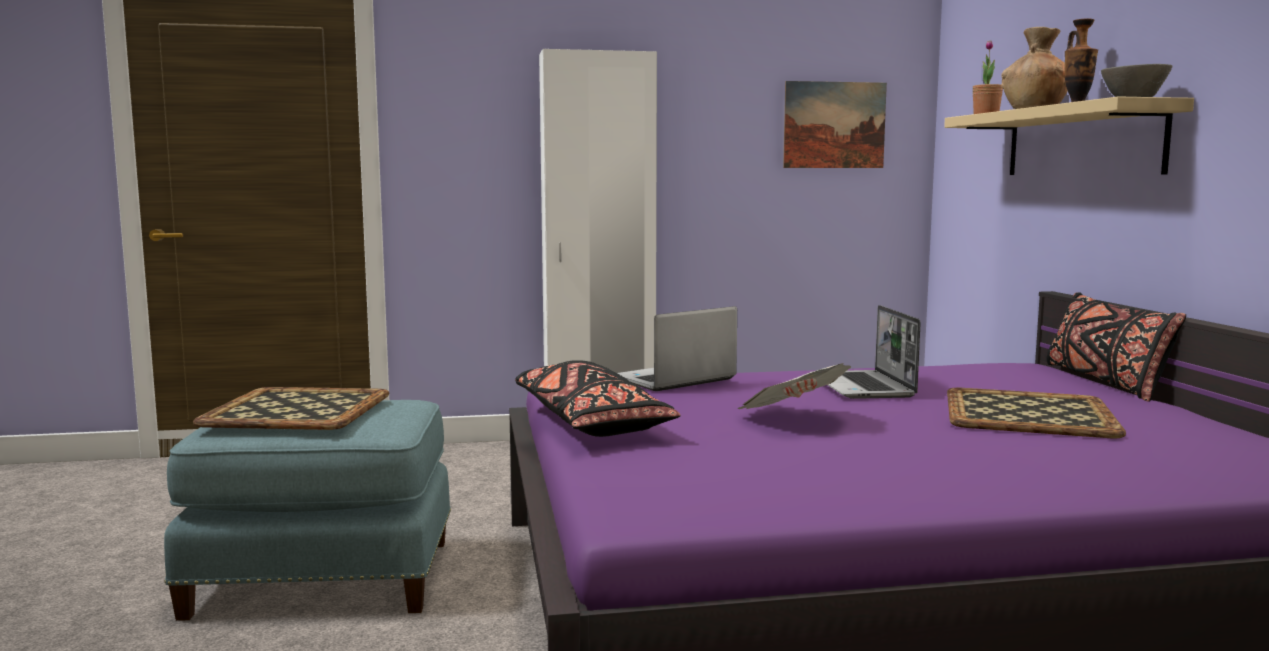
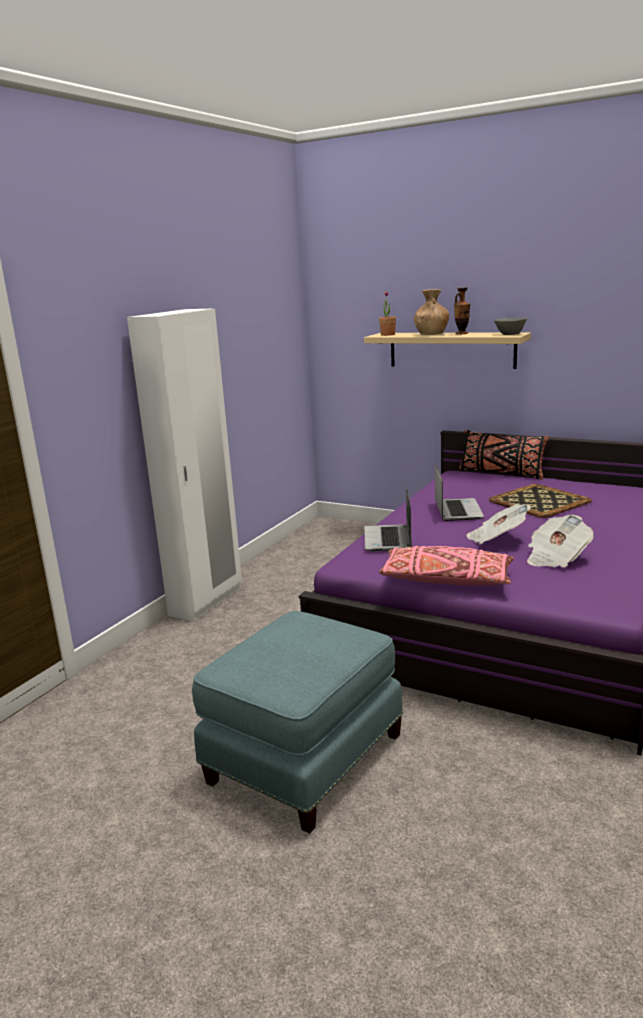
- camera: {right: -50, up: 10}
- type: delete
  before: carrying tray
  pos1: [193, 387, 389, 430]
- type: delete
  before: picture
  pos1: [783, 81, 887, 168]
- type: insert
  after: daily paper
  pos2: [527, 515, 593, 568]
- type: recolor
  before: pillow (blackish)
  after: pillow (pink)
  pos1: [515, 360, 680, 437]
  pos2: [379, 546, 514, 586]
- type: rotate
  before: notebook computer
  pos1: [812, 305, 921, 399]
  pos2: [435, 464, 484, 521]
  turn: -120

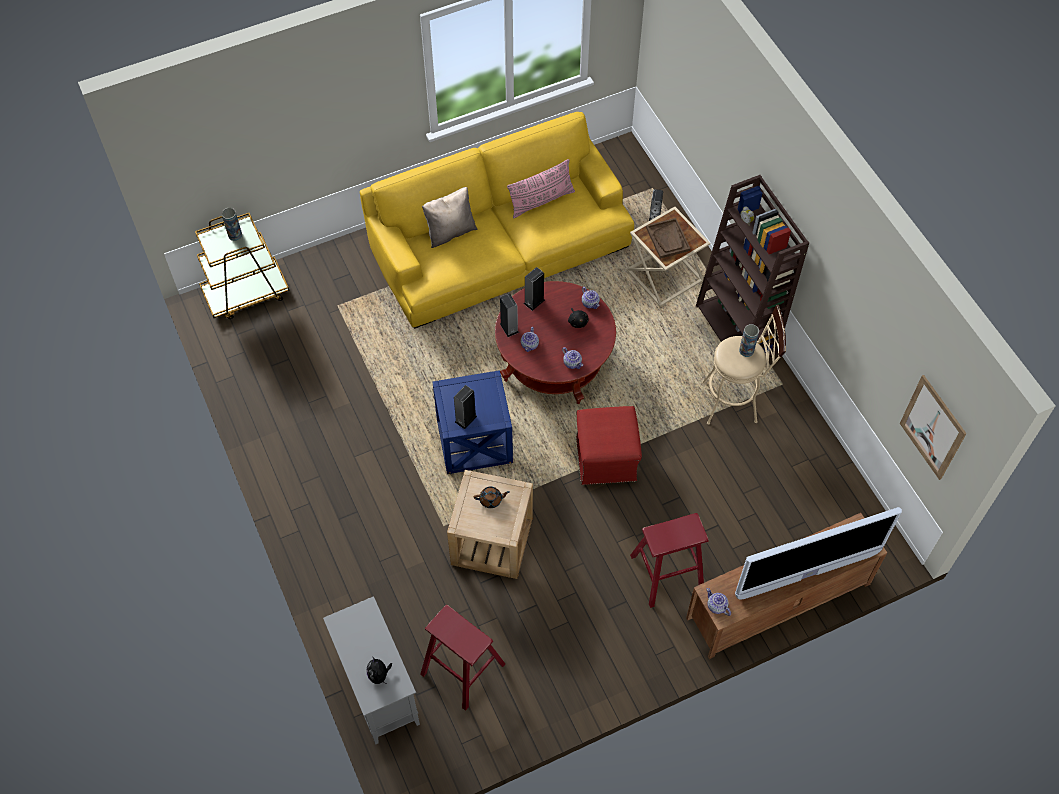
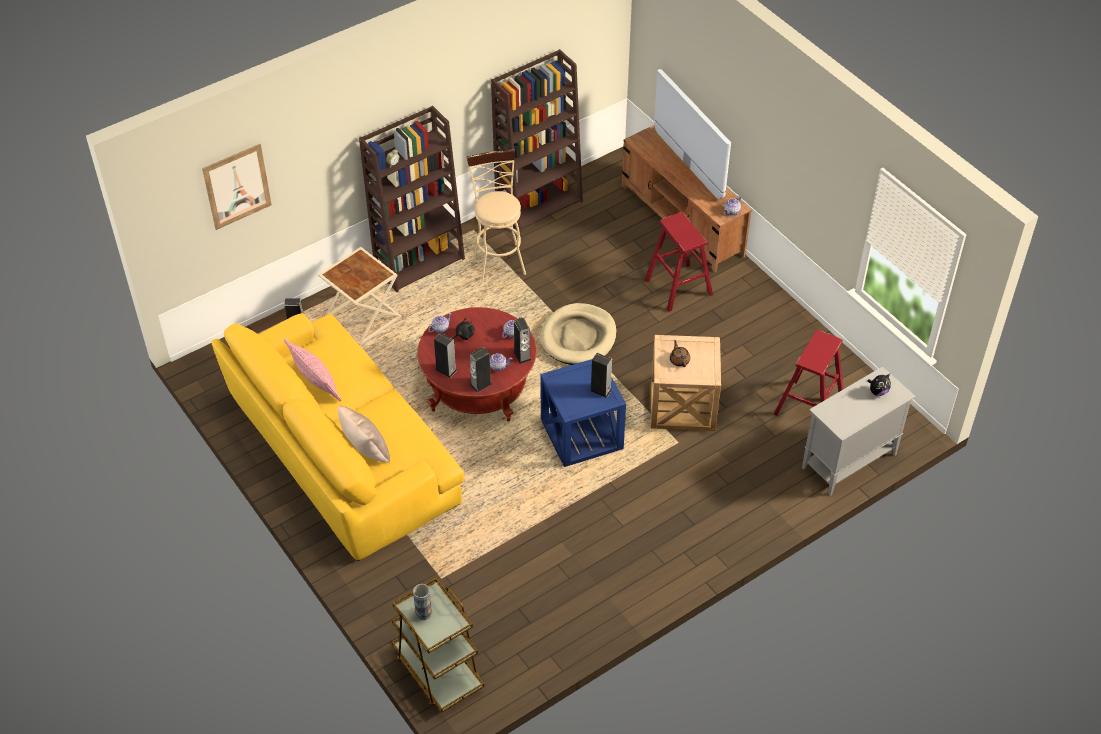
- camera: {right: -100, up: -10}
- type: delete
  before: carrying tray (brown-coloured)
  pos1: [646, 218, 691, 259]
- type: delete
  before: decorative vase
  pos1: [739, 324, 759, 357]
- type: insert
  after: bookshelf (brown-coloured)
  pos2: [491, 49, 583, 232]
- type: insert
  after: loudspeaker
  pos2: [513, 318, 531, 364]
- type: move
  before: picture
  pos1: [900, 375, 967, 480]
  pos2: [202, 144, 272, 230]
- type: replace
  before: footrest (red-coloured)
  after: pet bed (beige-coloured)
  pos1: [576, 406, 642, 485]
  pos2: [540, 303, 616, 365]

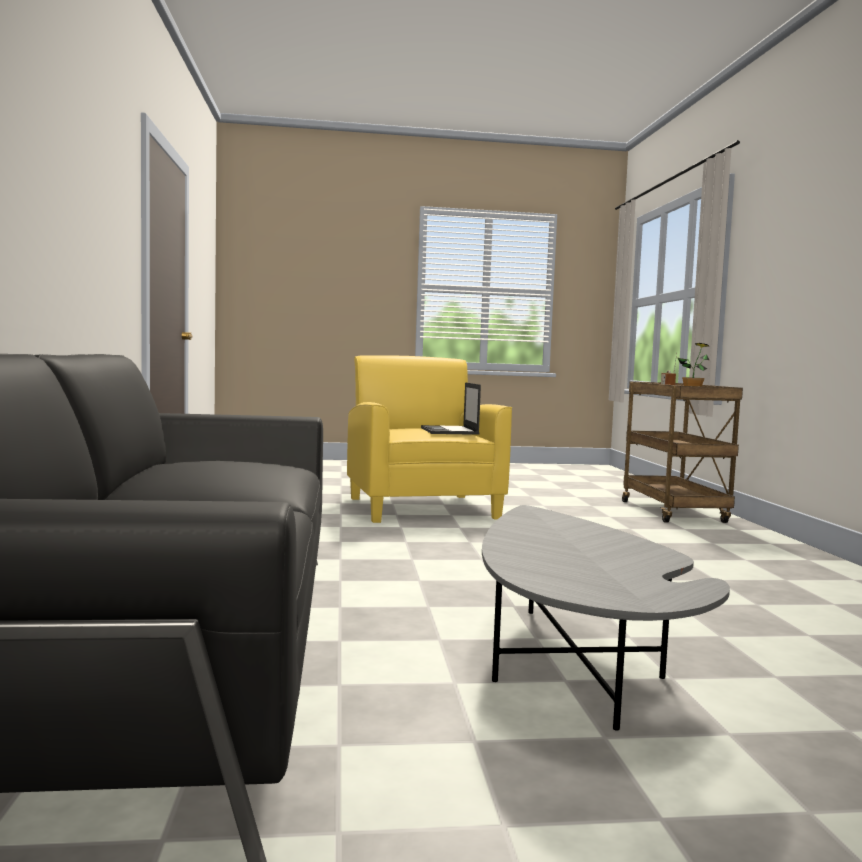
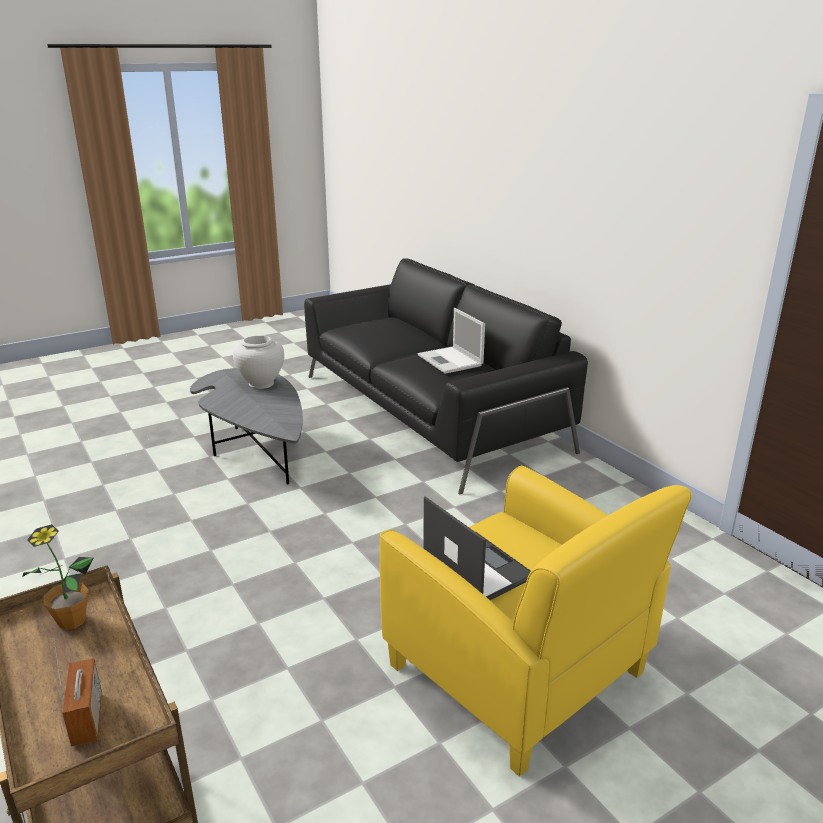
- camera: {right: 155, up: 20}
- type: insert
  after: decorative vase (white-coloured)
  pos2: [233, 335, 284, 389]
- type: insert
  after: notebook computer
  pos2: [418, 308, 485, 374]

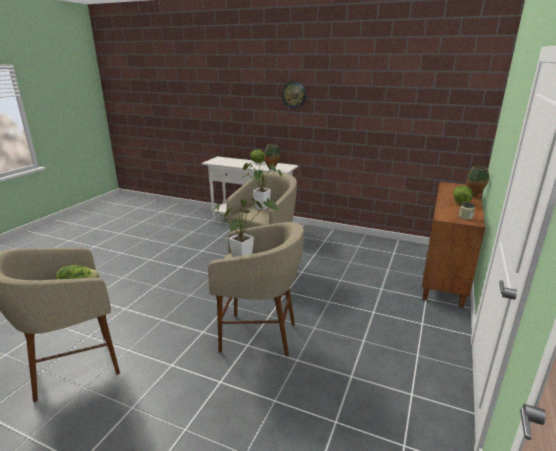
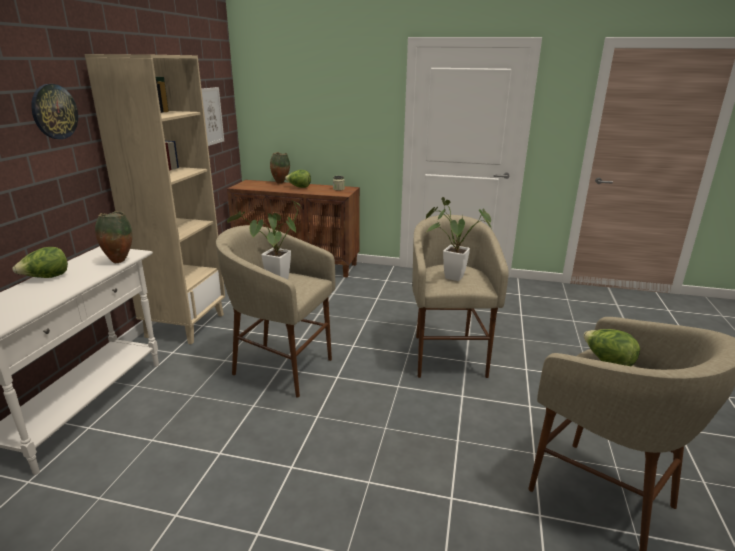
- camera: {right: -100, up: 0}
- type: insert
  after: bookshelf (beige-coloured)
  pos2: [84, 54, 225, 344]
- type: insert
  after: picture
  pos2: [202, 87, 224, 146]

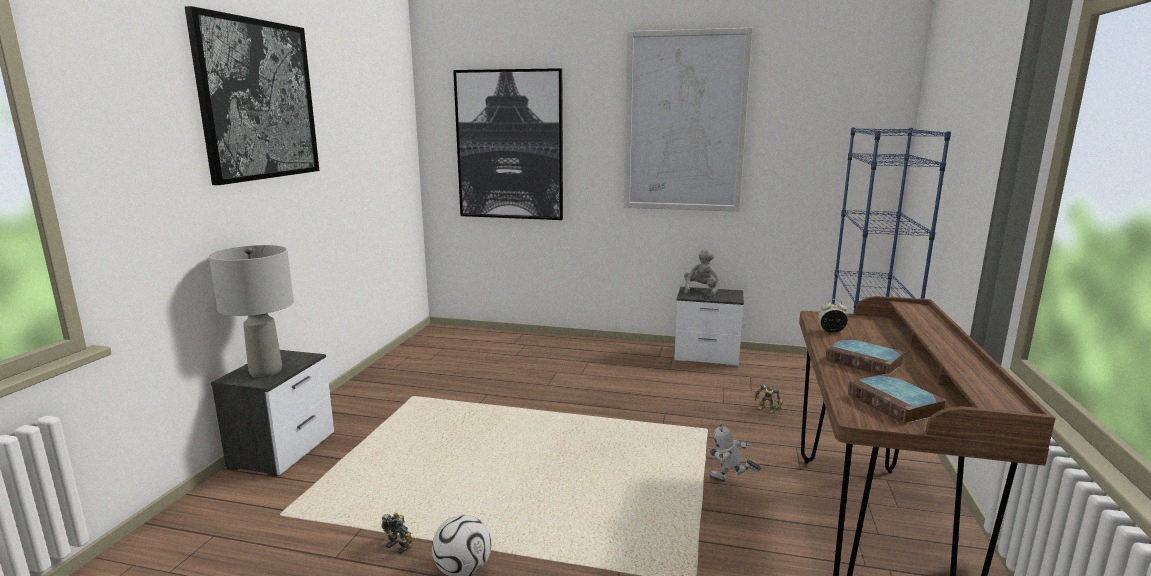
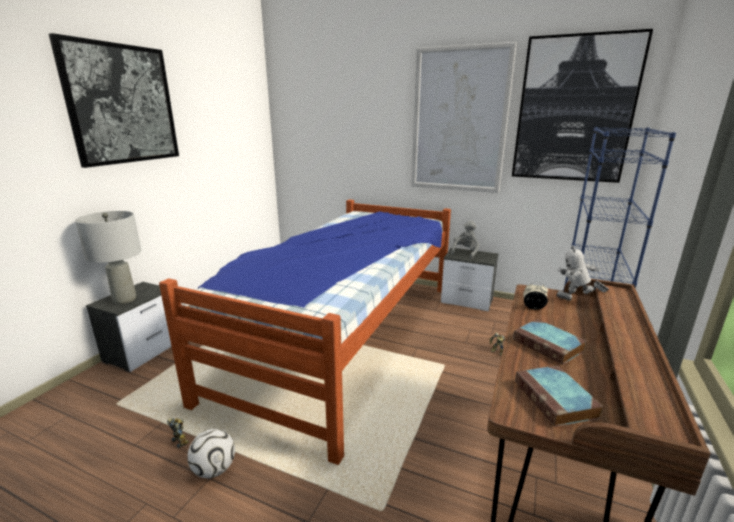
- camera: {right: 10, up: 5}
- type: insert
  after: sleeping bed
  pos2: [159, 199, 451, 465]
- type: move
  before: picture
  pos1: [453, 68, 563, 220]
  pos2: [512, 29, 653, 183]
- type: move
  before: toy robot
  pos1: [707, 422, 761, 482]
  pos2: [556, 245, 609, 301]

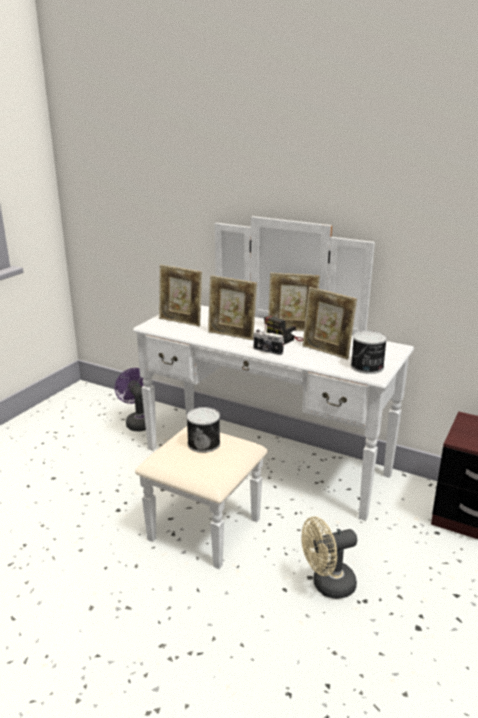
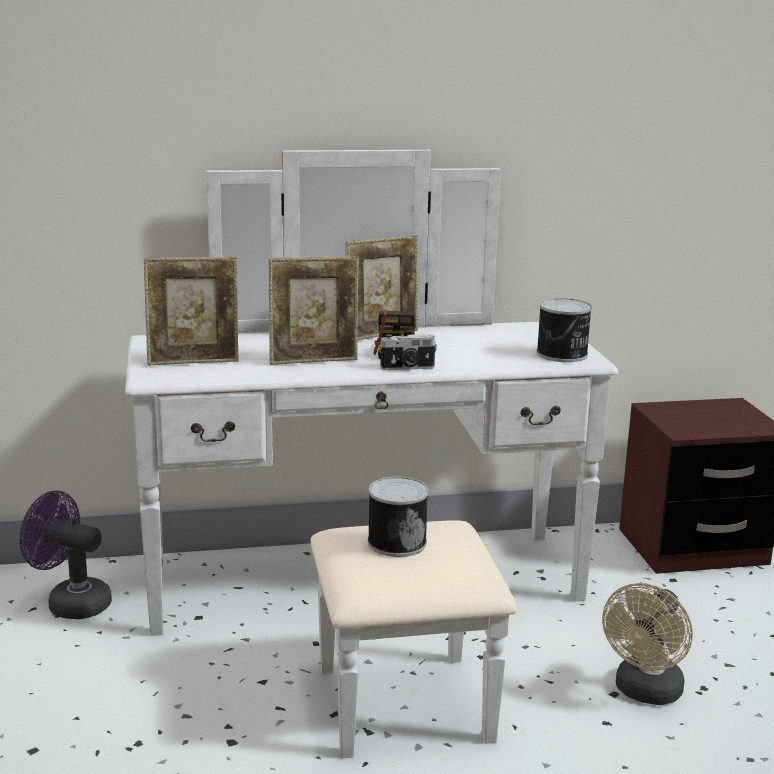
- camera: {right: -40, up: -5}
- type: delete
  before: picture frame
  pos1: [302, 287, 357, 360]

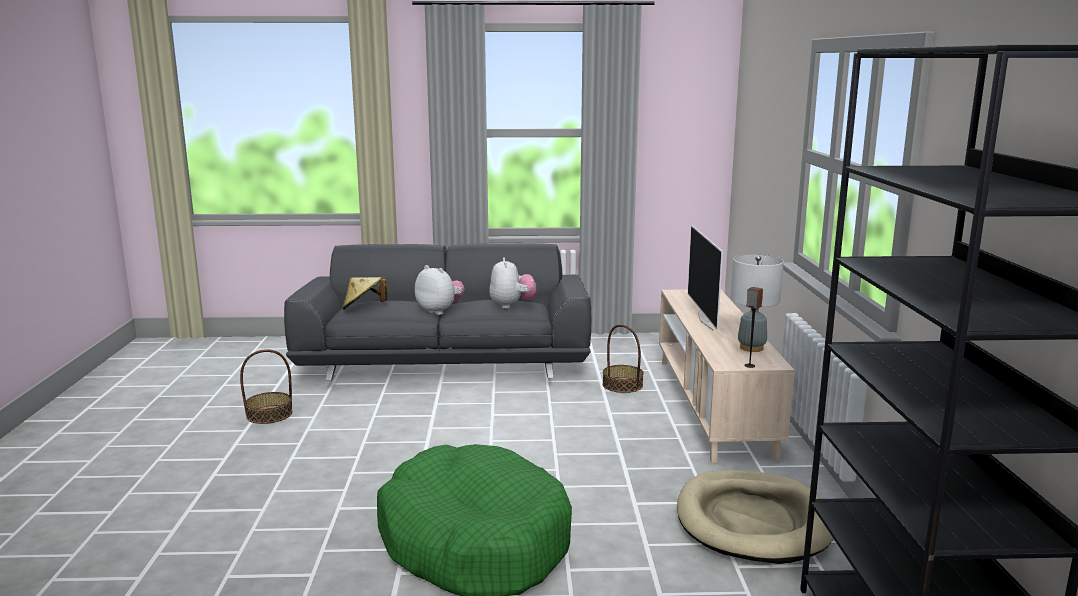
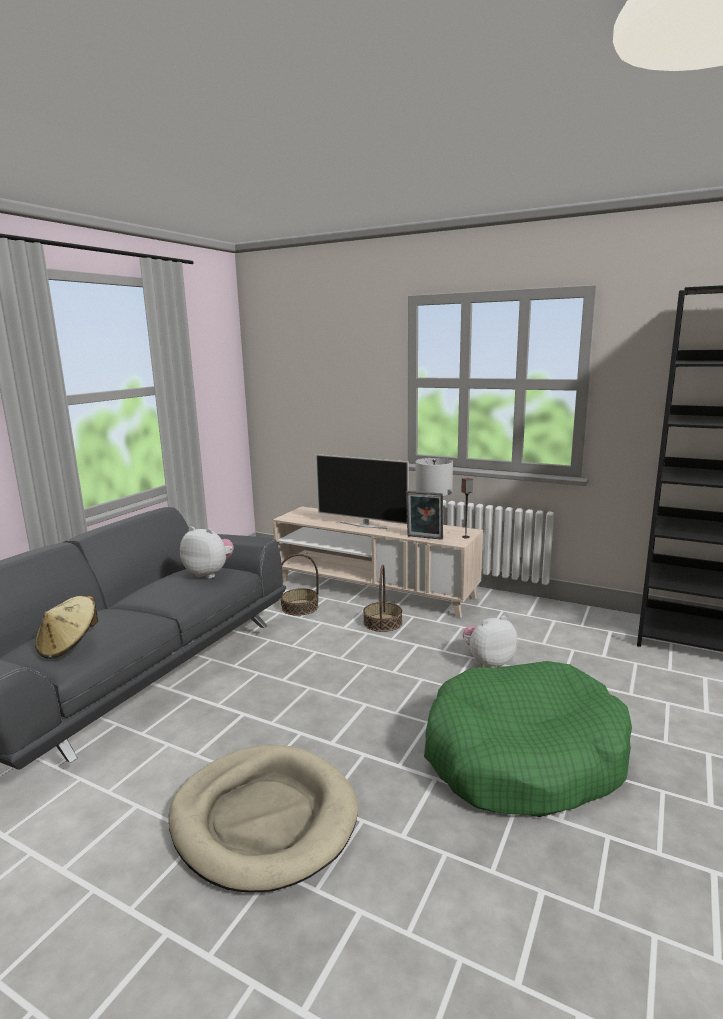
- camera: {right: -60, up: 0}
- type: insert
  after: picture frame
  pos2: [406, 491, 443, 540]
- type: move
  before: storage basket
  pos1: [240, 349, 292, 424]
  pos2: [363, 565, 402, 632]
- type: move
  before: plush toy
  pos1: [415, 265, 464, 315]
  pos2: [463, 616, 517, 667]
- type: move
  before: pet bed (beige-coloured)
  pos1: [677, 470, 833, 564]
  pos2: [169, 745, 358, 892]

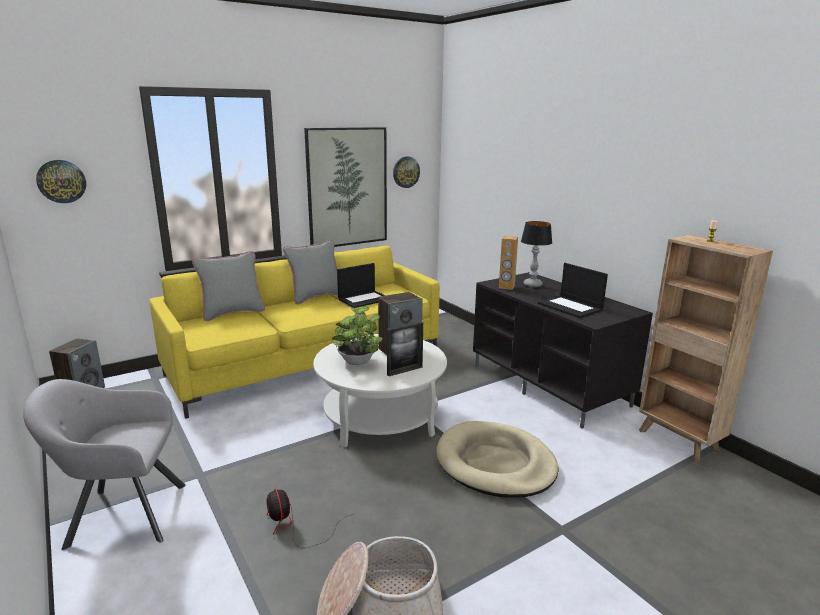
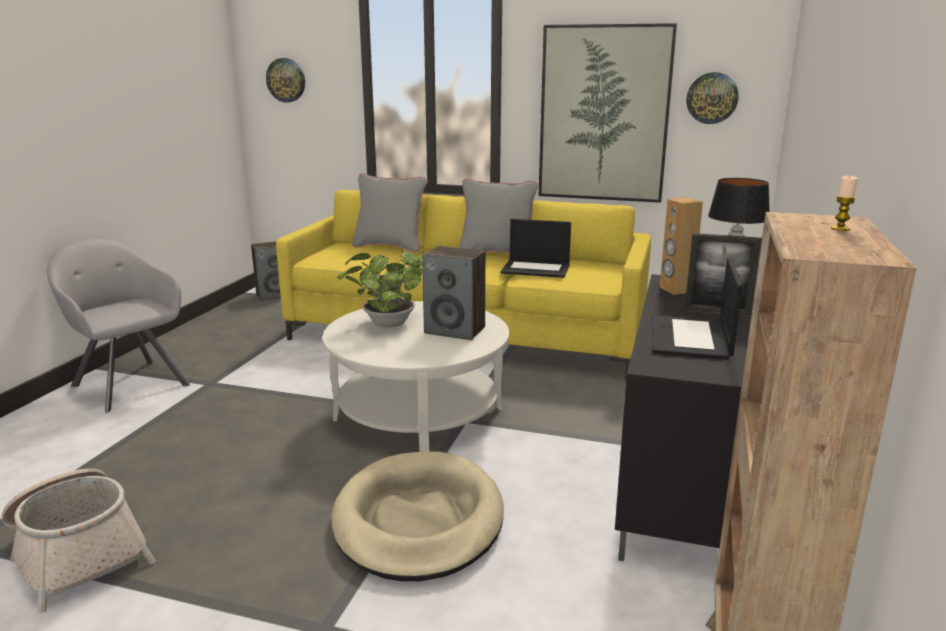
- camera: {right: 50, up: 0}
- type: delete
  before: fan
  pos1: [267, 489, 353, 548]
- type: move
  before: picture frame
  pos1: [387, 322, 423, 376]
  pos2: [684, 233, 762, 318]

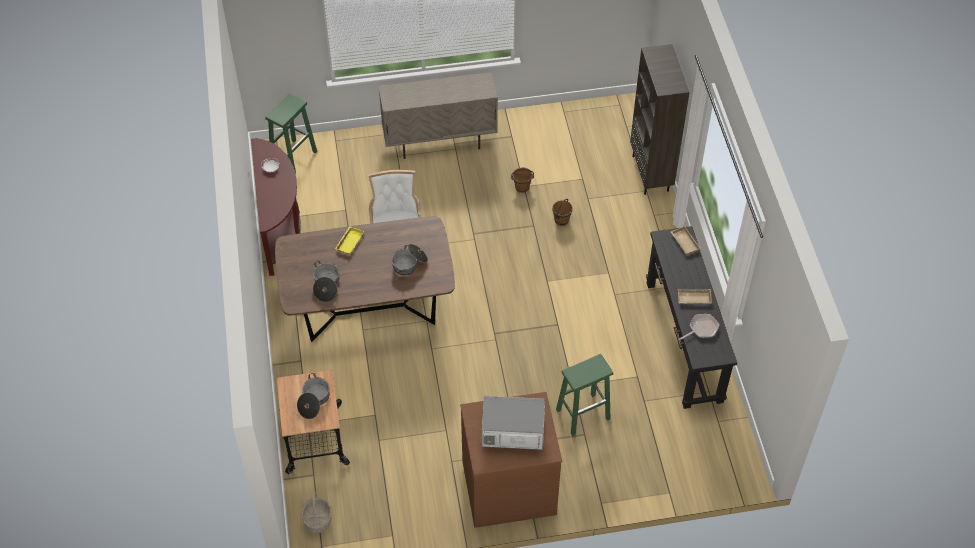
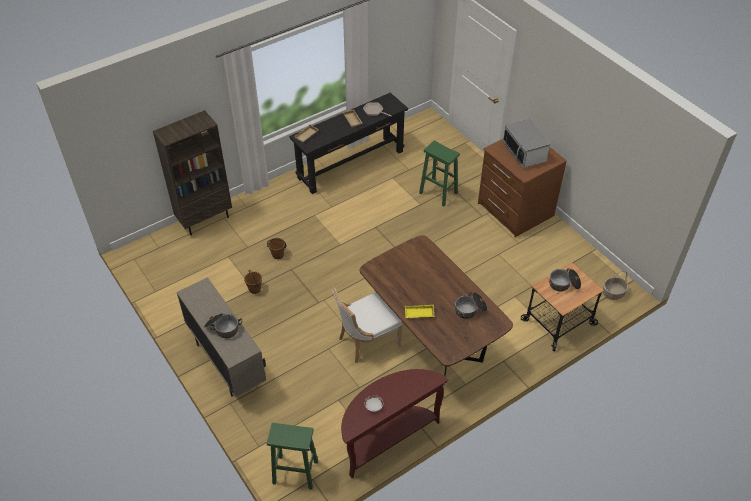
- camera: {right: -115, up: -5}
- type: move
  before: cooking pot
  pos1: [391, 244, 428, 276]
  pos2: [204, 313, 242, 338]

